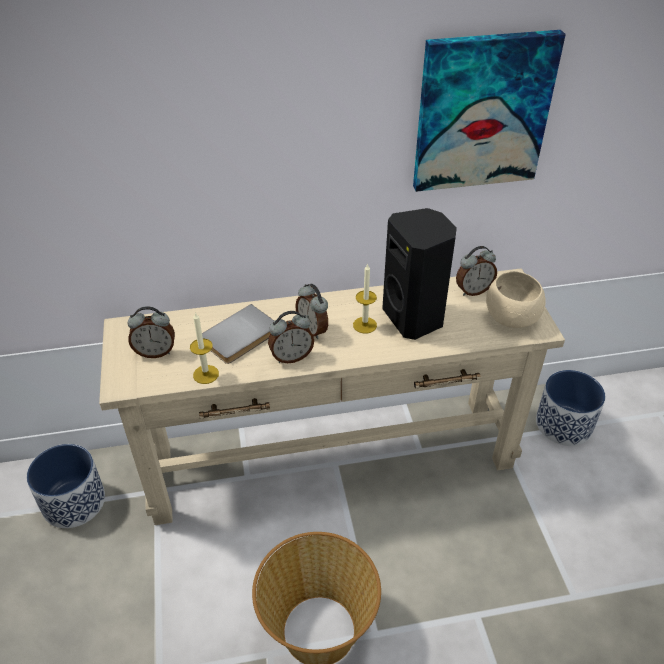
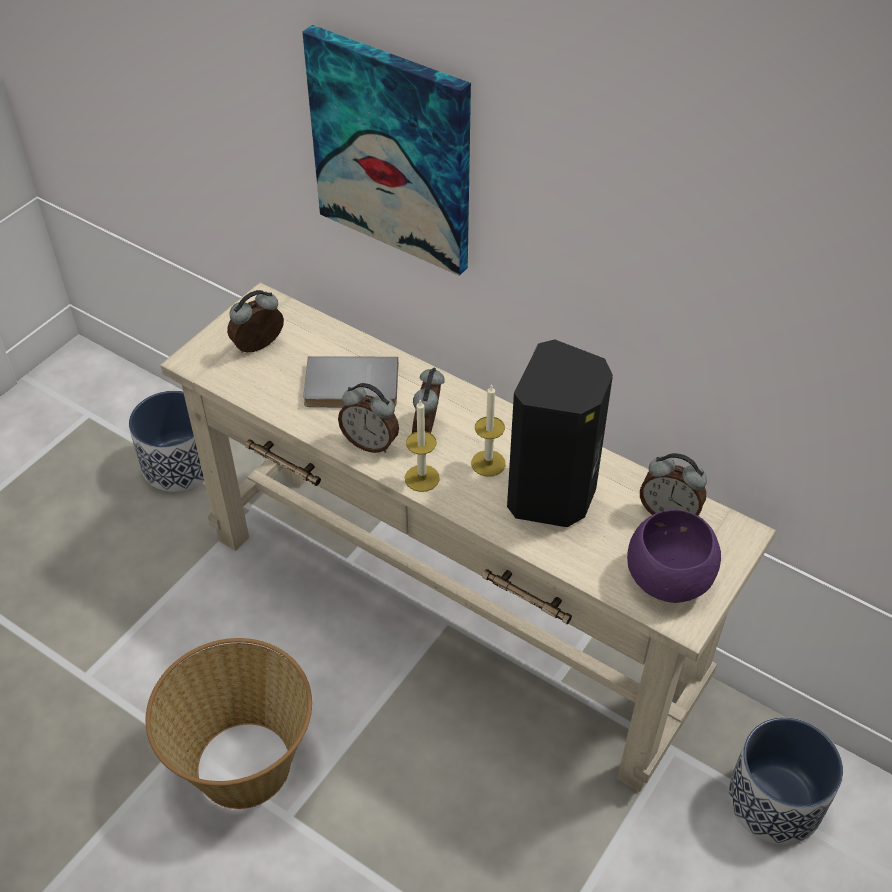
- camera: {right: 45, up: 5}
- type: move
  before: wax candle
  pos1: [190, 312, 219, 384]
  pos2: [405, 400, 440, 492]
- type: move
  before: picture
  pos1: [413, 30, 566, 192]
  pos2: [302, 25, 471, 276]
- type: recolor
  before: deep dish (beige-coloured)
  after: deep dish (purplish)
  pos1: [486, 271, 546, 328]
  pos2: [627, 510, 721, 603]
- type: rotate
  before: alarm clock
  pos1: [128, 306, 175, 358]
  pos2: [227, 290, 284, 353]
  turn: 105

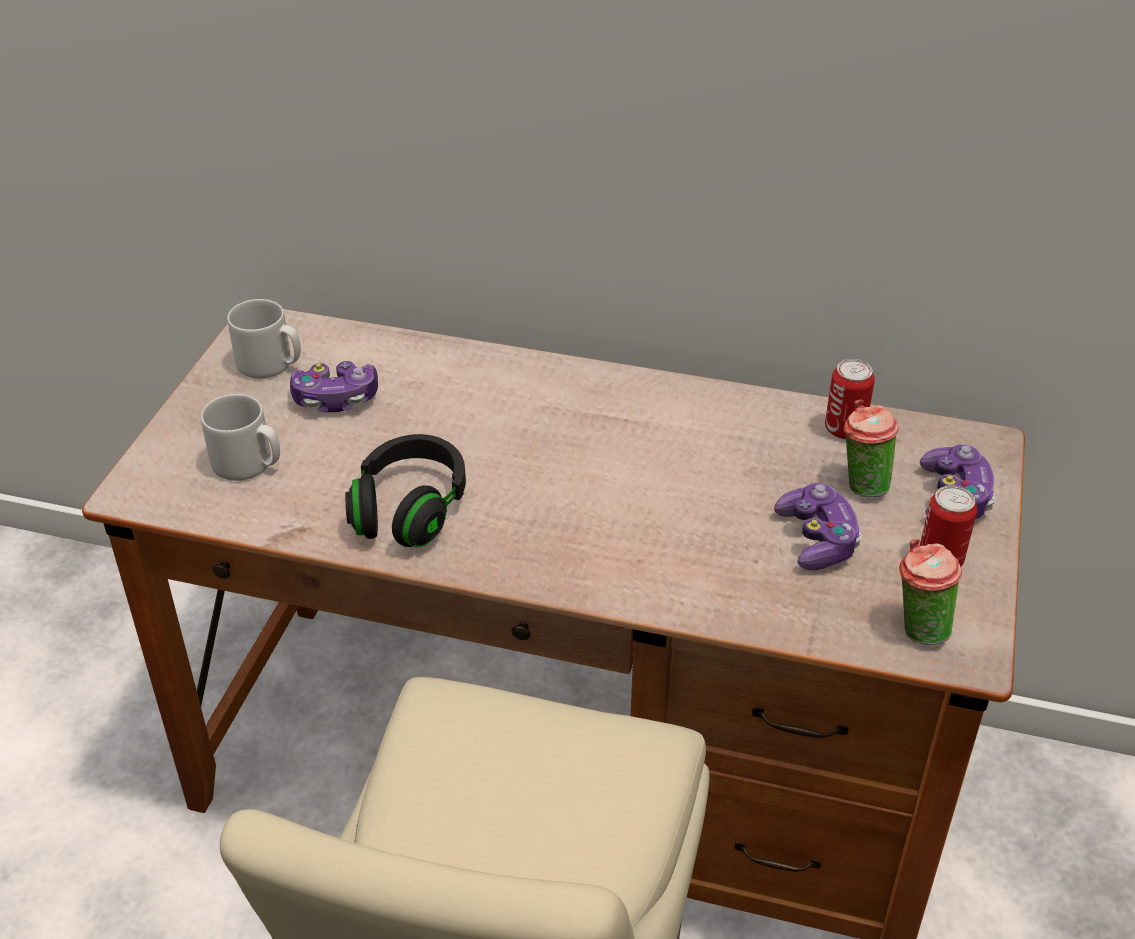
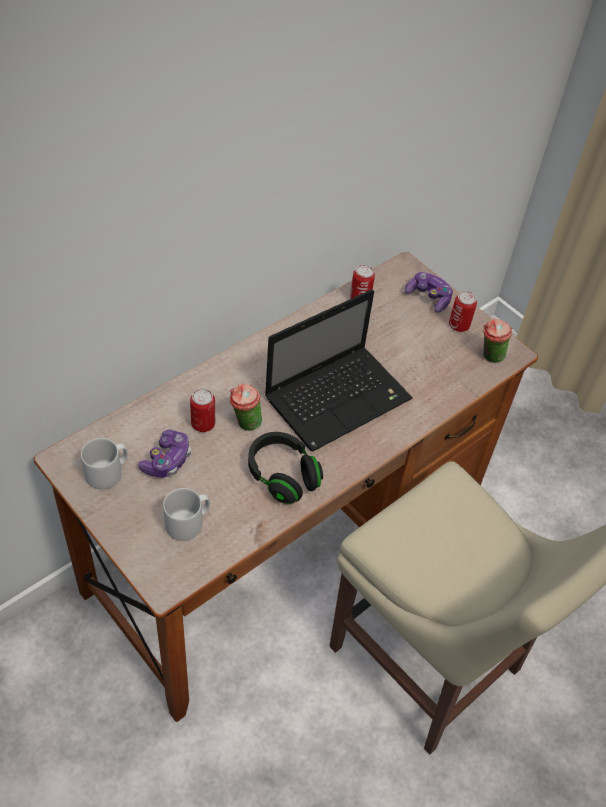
- camera: {right: -60, up: 10}
- type: delete
  before: joypad
  pos1: [774, 483, 862, 571]
- type: insert
  after: sealed can
  pos2: [190, 388, 215, 432]
- type: insert
  after: notebook computer
  pos2: [265, 289, 413, 452]
- type: move
  before: small cup
  pos1: [844, 399, 899, 497]
  pos2: [230, 383, 262, 431]

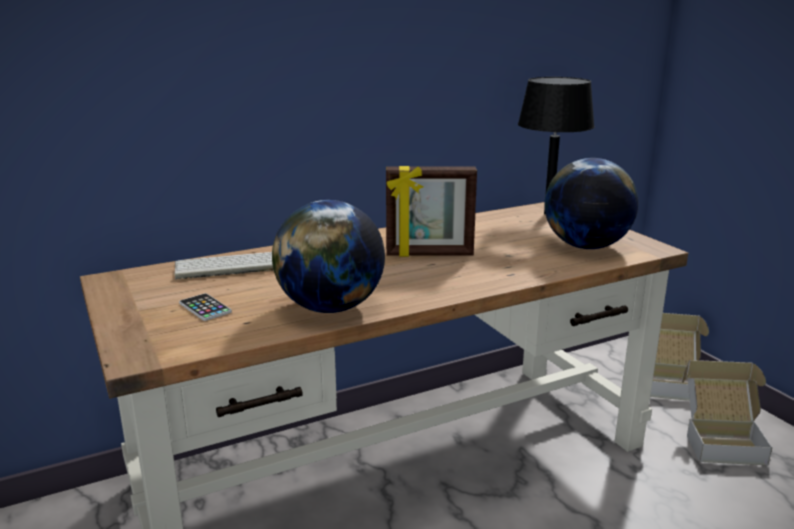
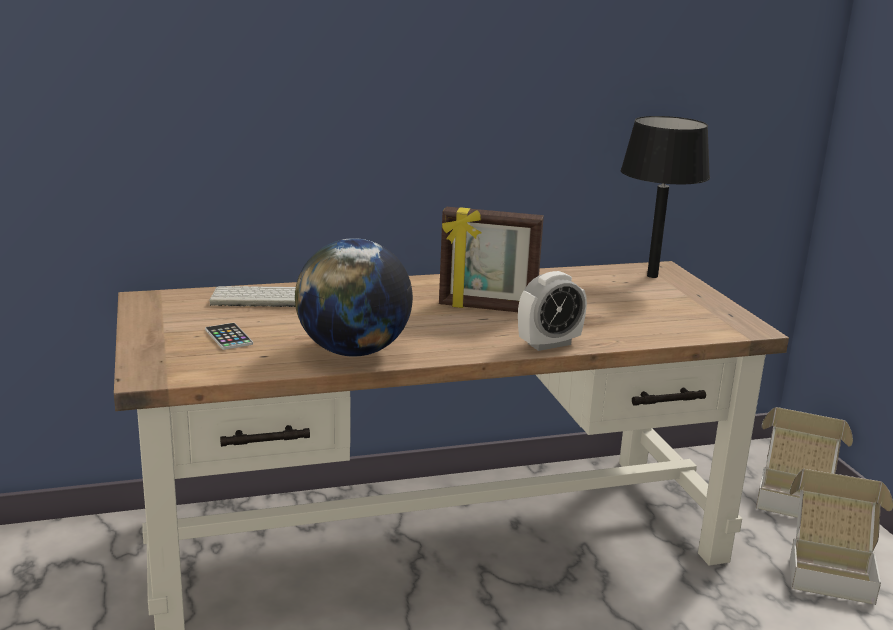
- camera: {right: 10, up: 0}
- type: delete
  before: globe
  pos1: [544, 158, 638, 249]
- type: insert
  after: alarm clock
  pos2: [518, 271, 587, 351]

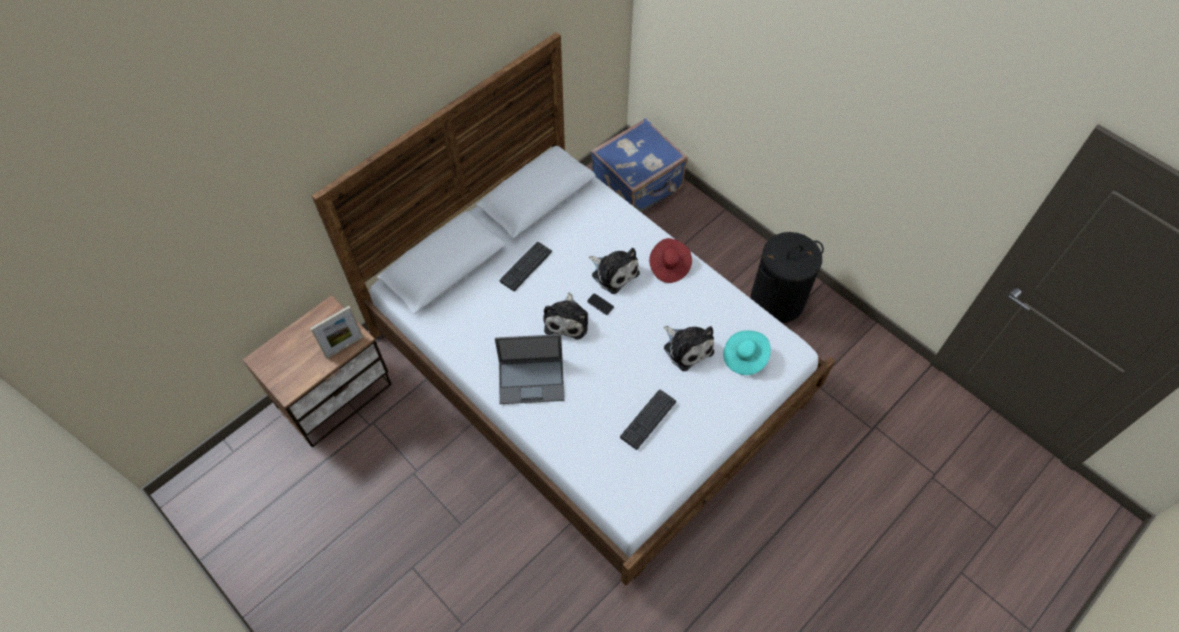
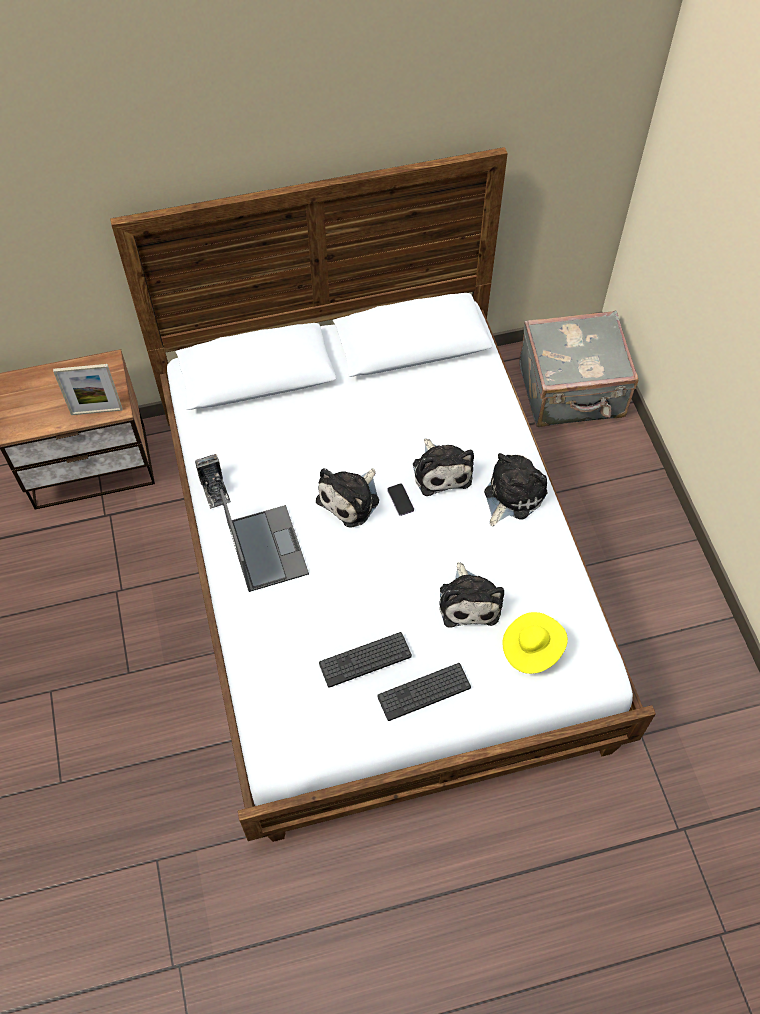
- camera: {right: 30, up: 0}
- type: delete
  before: laundry basket (blackish)
  pos1: [751, 232, 824, 323]
- type: insert
  after: still camera
  pos2: [195, 454, 231, 509]
- type: move
  before: computer keyboard
  pos1: [499, 242, 552, 291]
  pos2: [377, 663, 471, 721]
- type: replace
  before: clothing hat (red-coloured)
  after: plush toy
  pos1: [649, 238, 692, 283]
  pos2: [484, 453, 547, 526]
- type: recolor
  before: piece of luggage (blue)
  after: piece of luggage (greyish)
  pos1: [591, 118, 688, 213]
  pos2: [519, 310, 639, 427]
- type: recolor
  before: clothing hat (blue-green)
  after: clothing hat (yellow)
  pos1: [723, 330, 771, 375]
  pos2: [503, 612, 568, 674]
- type: rotate
  before: notebook computer
  pos1: [495, 334, 565, 404]
  pos2: [220, 489, 309, 592]
  turn: -135

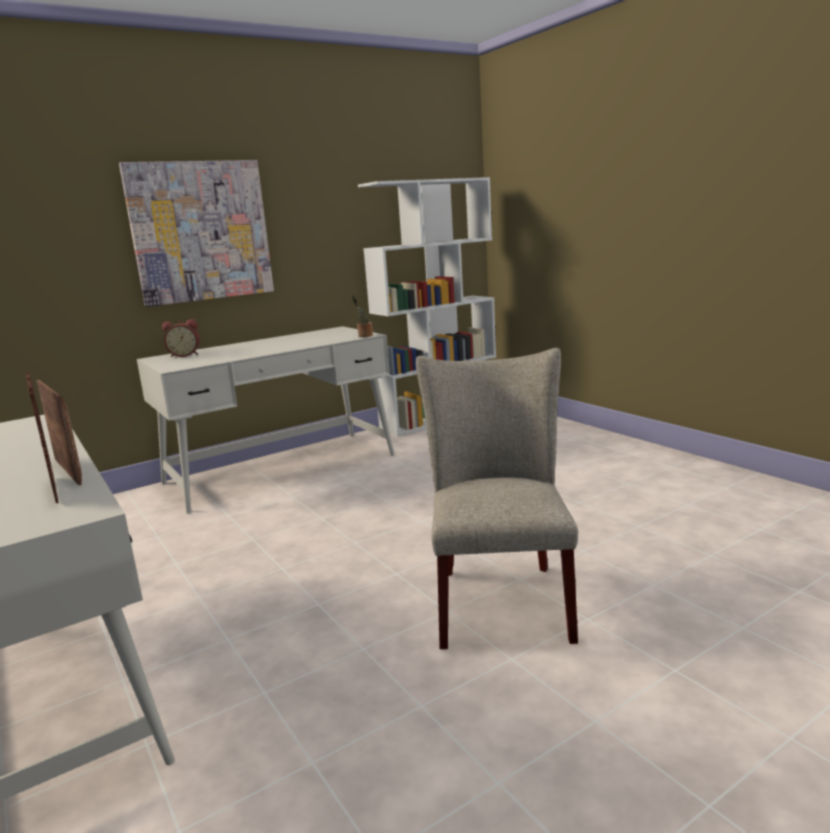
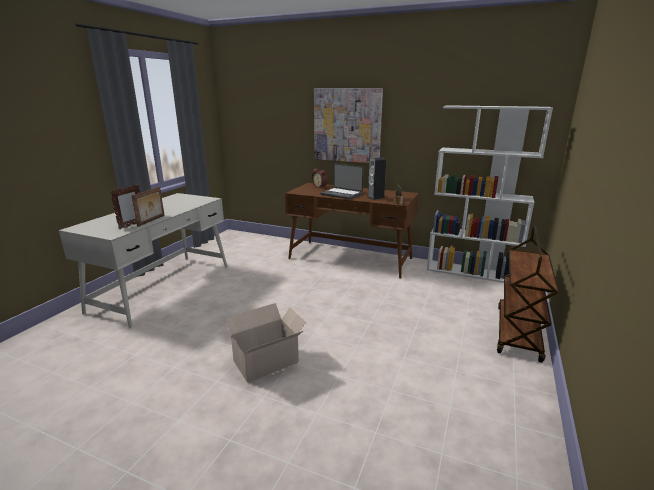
- camera: {right: 55, up: 5}
- type: insert
  after: notebook computer
  pos2: [320, 164, 364, 199]
- type: insert
  after: loudspeaker
  pos2: [367, 157, 386, 200]
- type: insert
  after: trolley (brown-coloured)
  pos2: [497, 225, 559, 363]
- type: replace
  before: upright chair (beige-coloured)
  after: carton
  pos1: [416, 348, 578, 649]
  pos2: [224, 303, 306, 382]
- type: recolor
  before: desk unit (white-coloured)
  after: desk unit (brown-coloured)
  pos1: [137, 326, 395, 514]
  pos2: [285, 183, 419, 278]

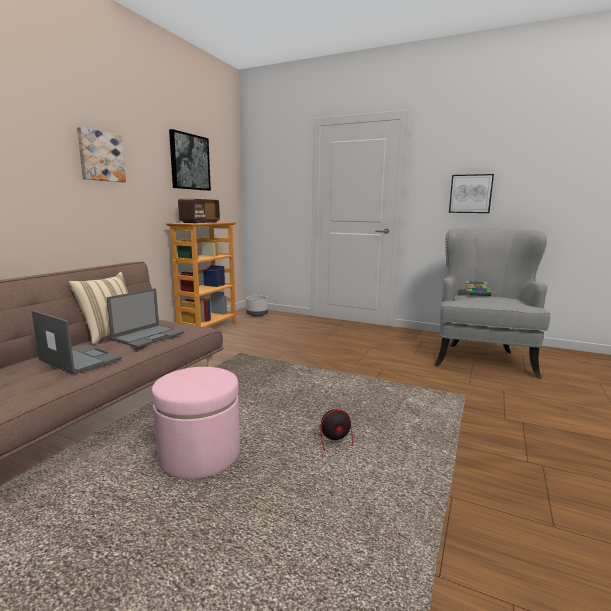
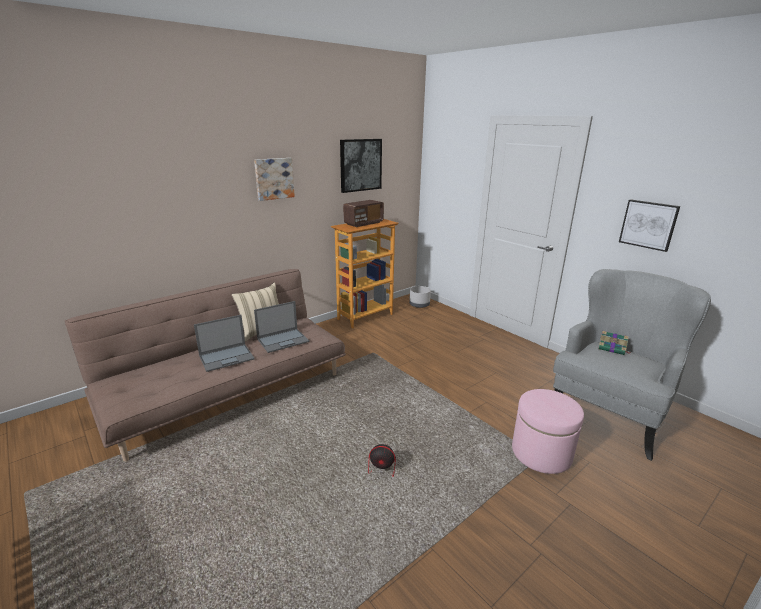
- camera: {right: 25, up: 10}
- type: move
  before: footrest (pink)
  pos1: [152, 367, 240, 479]
  pos2: [512, 389, 584, 474]
- type: rotate
  before: notebook computer
  pos1: [31, 310, 122, 375]
  pos2: [194, 315, 255, 372]
  turn: 90

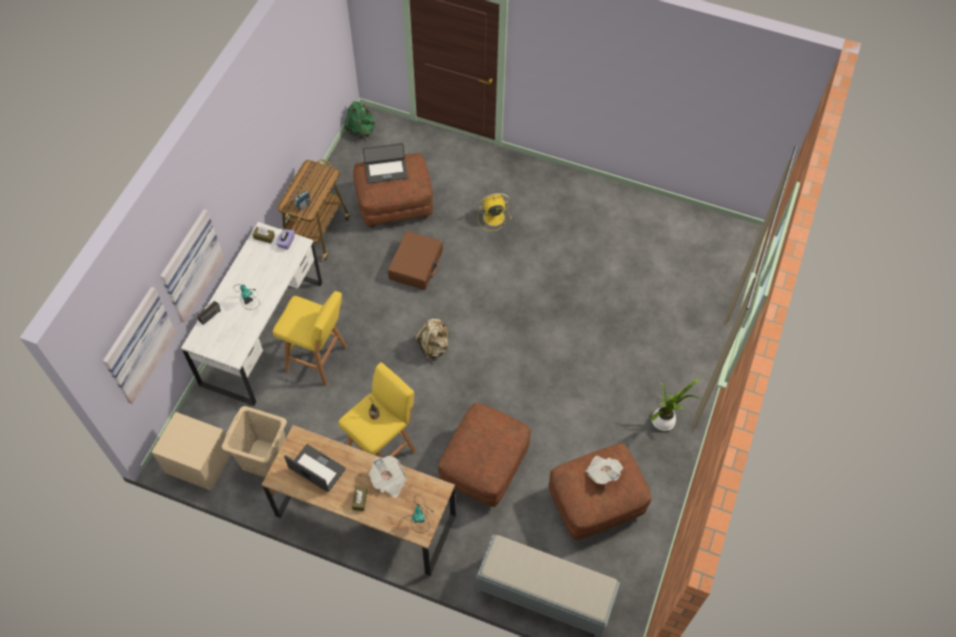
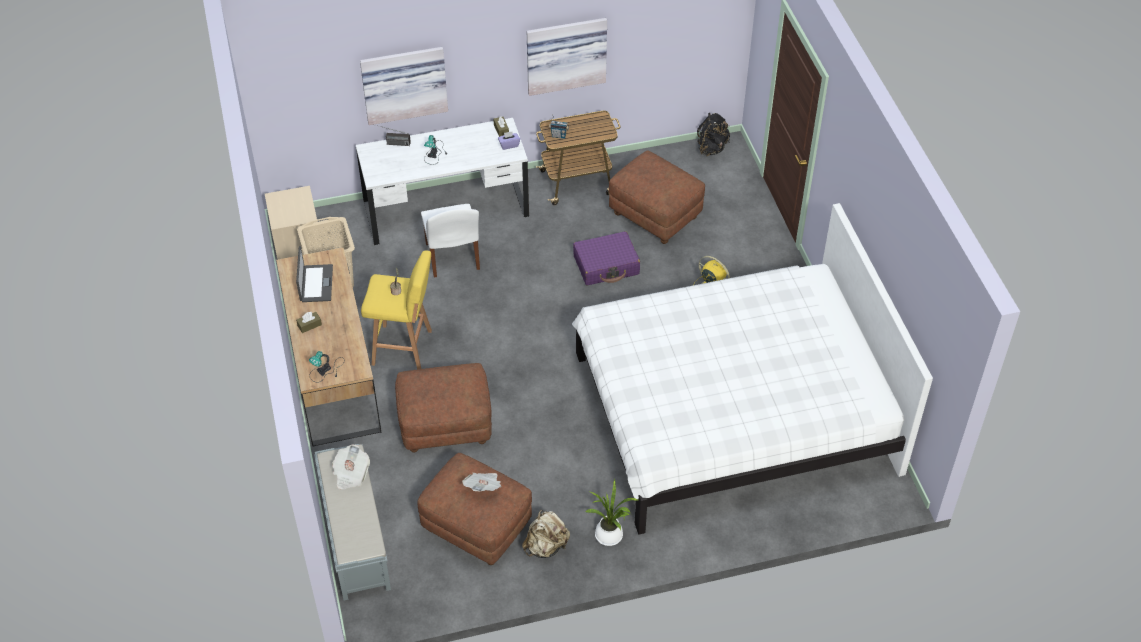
- camera: {right: 55, up: -10}
- type: delete
  before: notebook computer
  pos1: [363, 143, 408, 184]
- type: insert
  after: sleeping bed (white-coloured)
  pos2: [572, 203, 933, 534]
- type: move
  before: picture
  pos1: [103, 287, 176, 404]
  pos2: [527, 18, 607, 96]
- type: move
  before: daily paper
  pos1: [369, 456, 408, 498]
  pos2: [332, 445, 370, 489]
- type: move
  before: rucksack (beige-coloured)
  pos1: [415, 318, 449, 361]
  pos2: [522, 510, 570, 558]
- type: replace
  before: sitting stool (yellow)
  after: upright chair (white-coloured)
  pos1: [273, 291, 348, 386]
  pos2: [421, 204, 480, 278]
- type: recolor
  before: rucksack (green)
  after: rucksack (blackish)
  pos1: [344, 101, 375, 140]
  pos2: [697, 113, 730, 156]
- type: recolor
  before: piece of luggage (brown-coloured)
  after: piece of luggage (purplish)
  pos1: [388, 231, 443, 290]
  pos2: [573, 231, 640, 285]

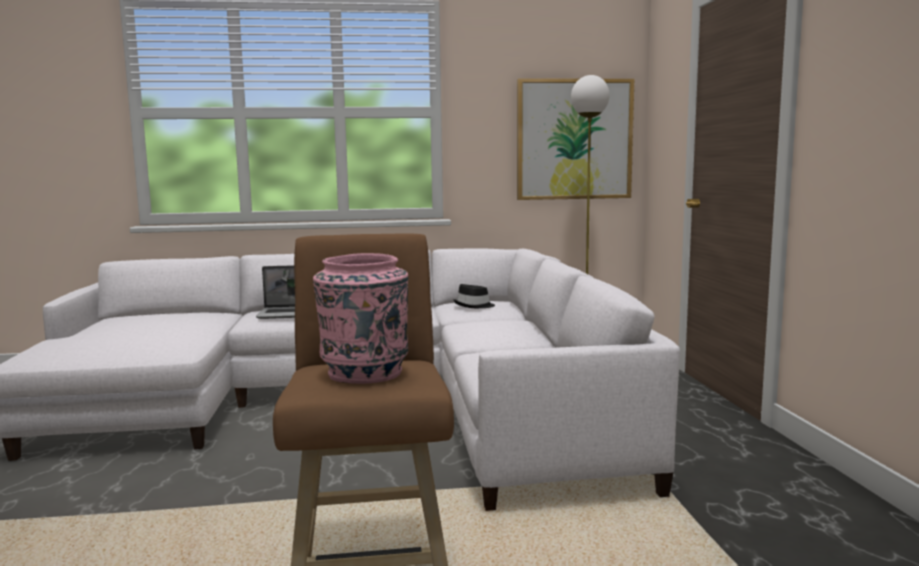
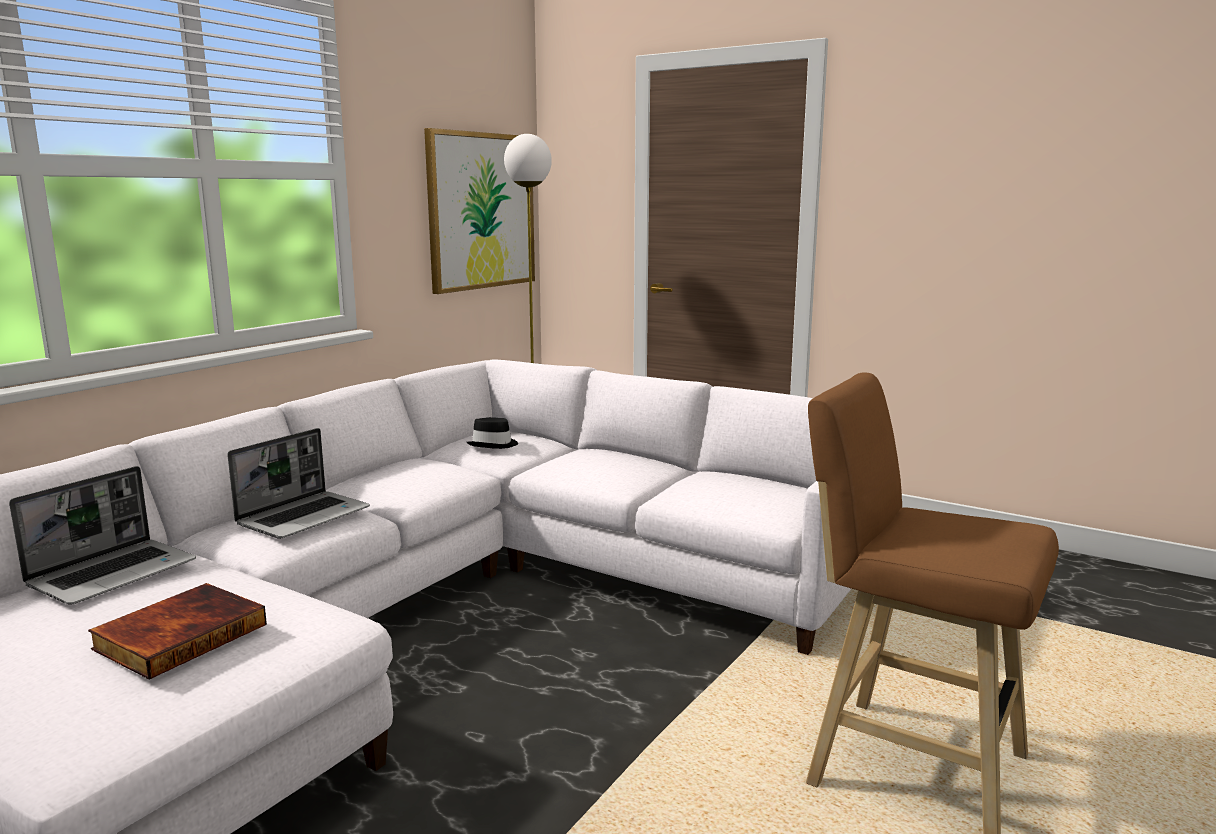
- camera: {right: -50, up: 5}
- type: delete
  before: decorative vase (pink)
  pos1: [313, 253, 408, 384]
- type: insert
  after: notebook computer
  pos2: [9, 466, 196, 605]
- type: insert
  after: book
  pos2: [88, 583, 267, 679]

